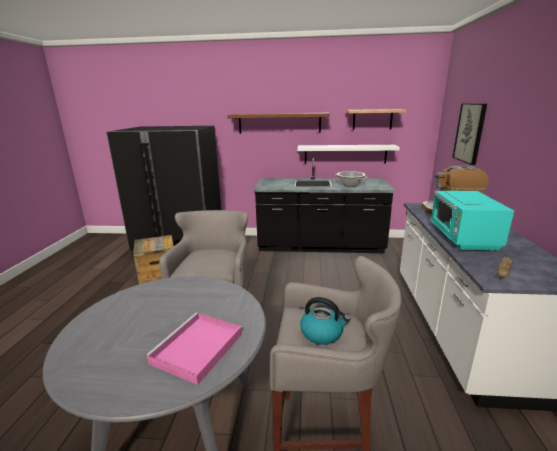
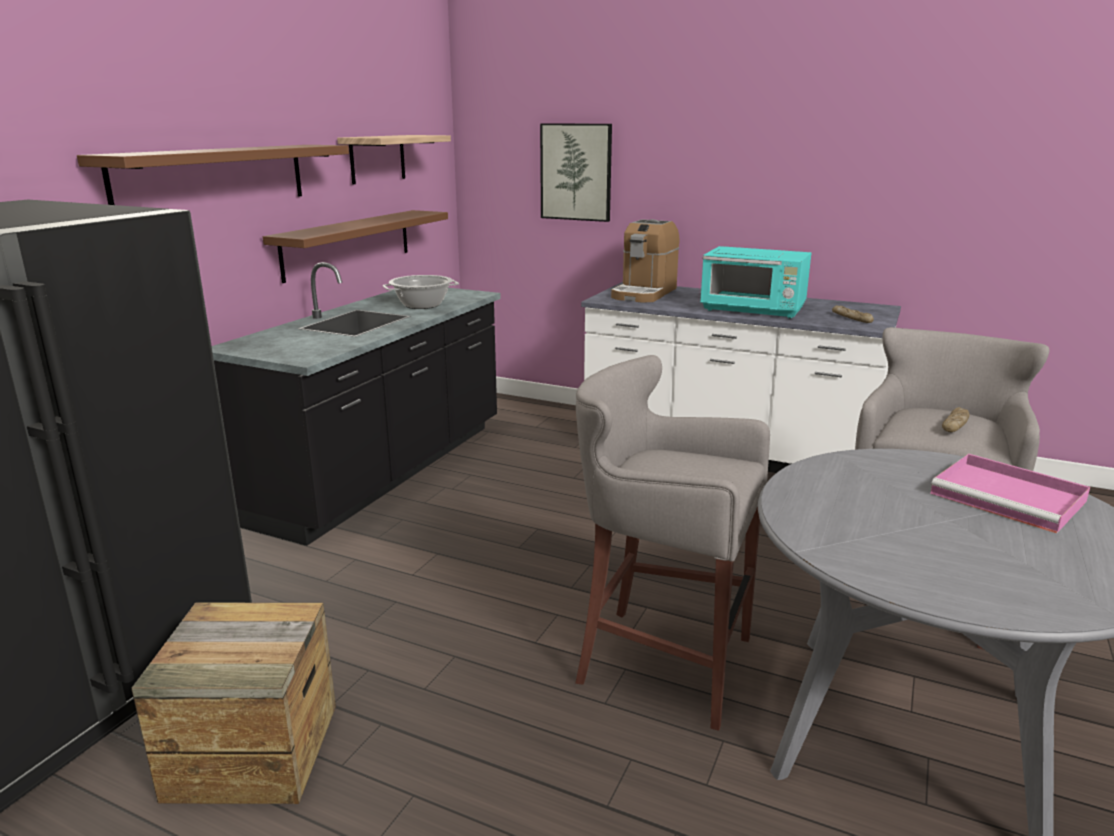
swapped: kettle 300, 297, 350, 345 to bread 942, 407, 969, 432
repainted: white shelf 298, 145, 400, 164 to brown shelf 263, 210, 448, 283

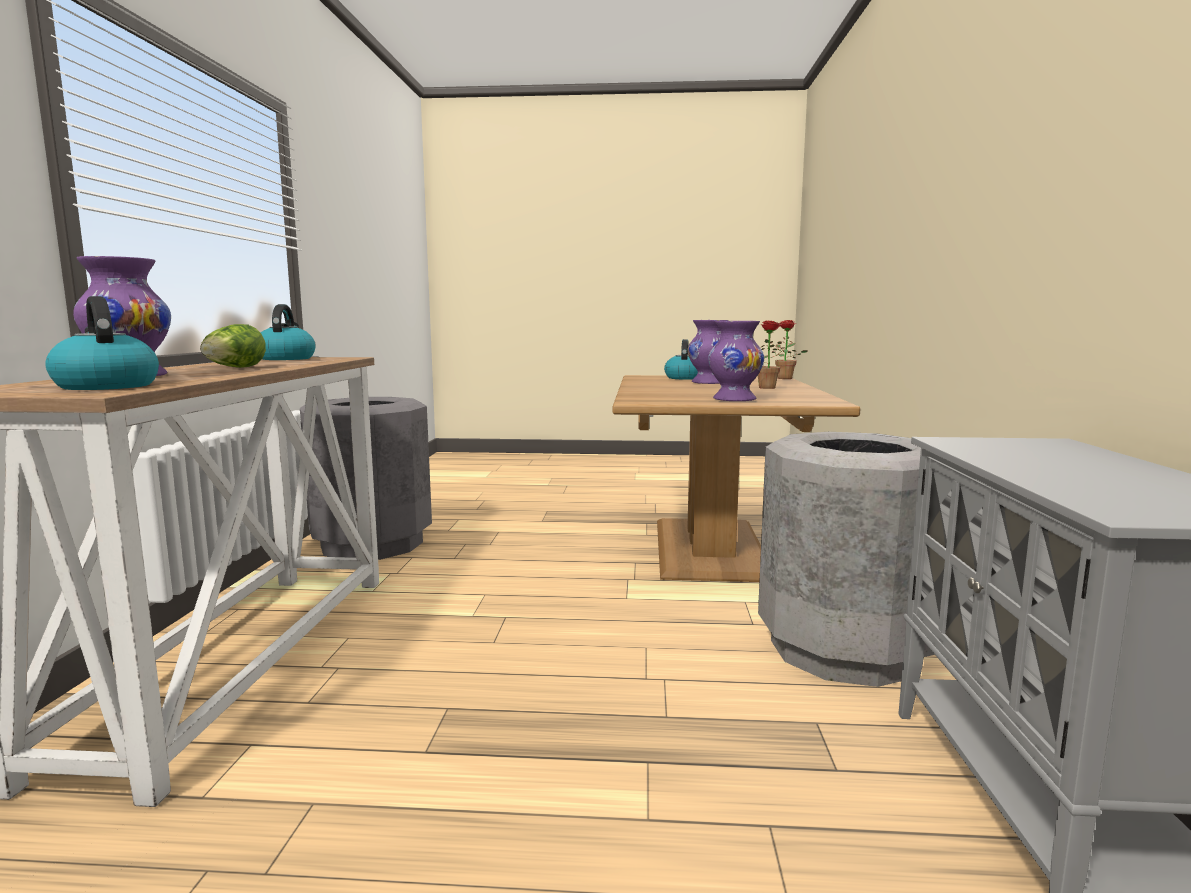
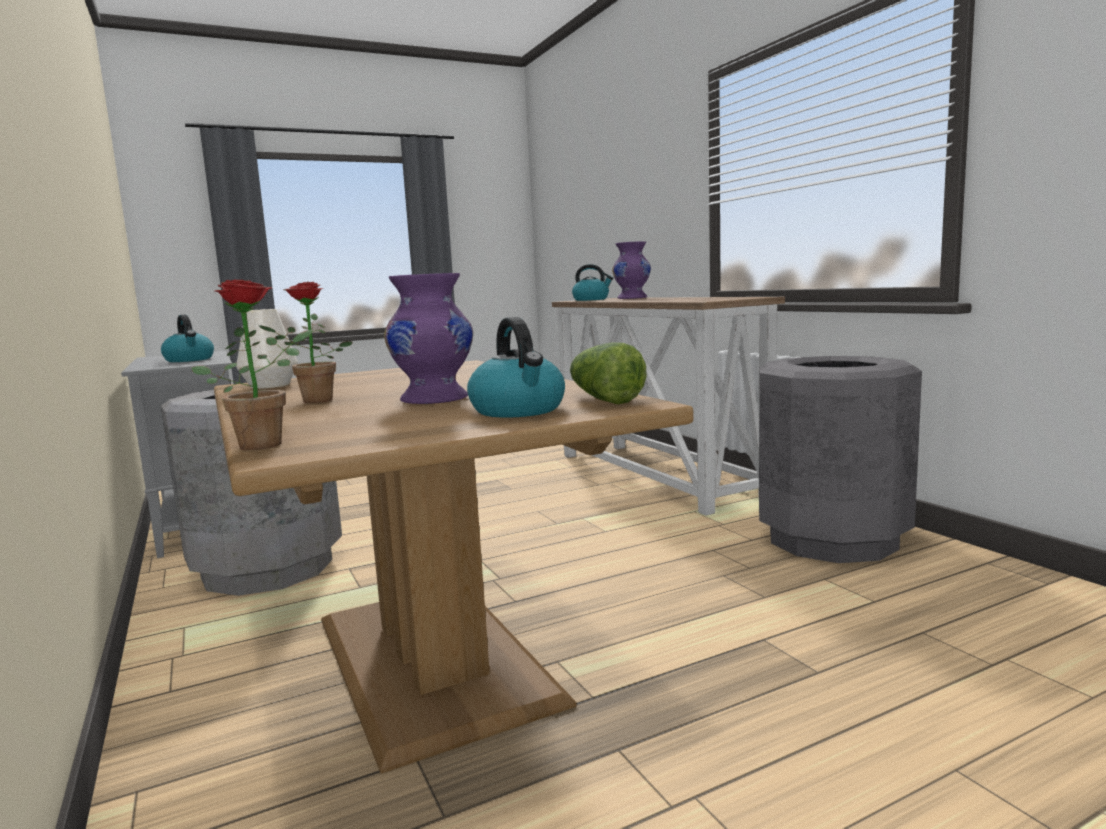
gone: purple vase 708, 321, 764, 401
new: white vase 236, 309, 298, 389
shifted: kettle 261, 304, 316, 360 to 161, 315, 214, 362; lettuce 200, 324, 266, 368 to 570, 342, 647, 404

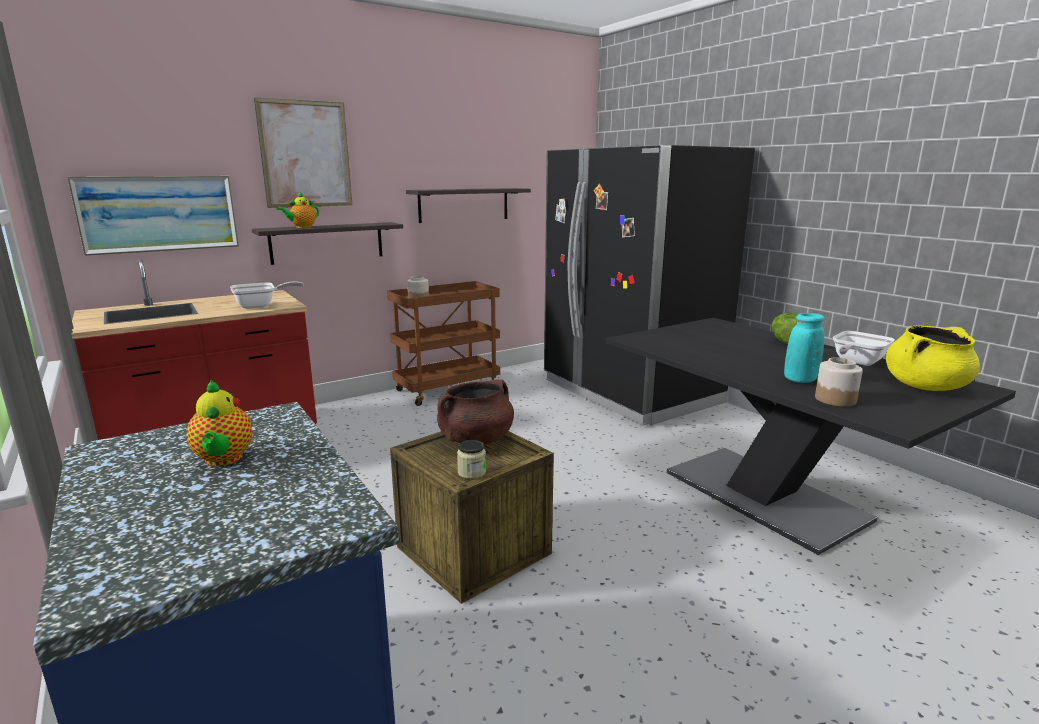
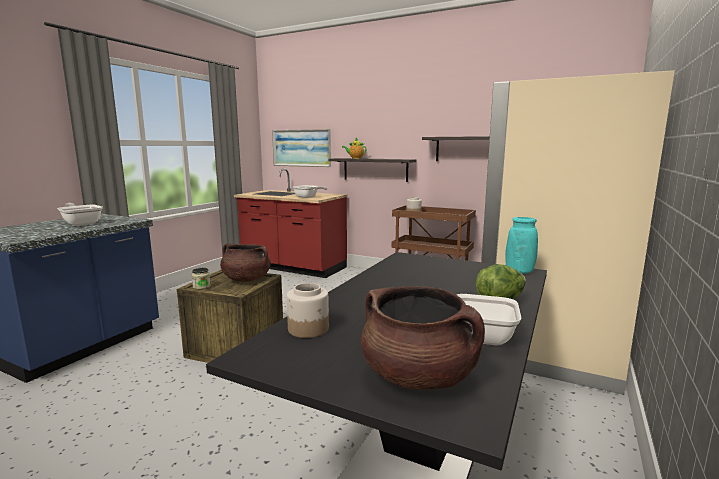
gone: picture 254, 97, 352, 208
shifted: turquoise vase 784, 313, 824, 383 to 505, 217, 538, 274
swapped: teapot 187, 379, 252, 466 to frying pan 57, 203, 103, 226
repainted: black fridge 544, 145, 755, 426 to beige fridge 481, 70, 675, 395; yellow cooking pot 886, 325, 980, 391 to brown cooking pot 361, 286, 485, 390

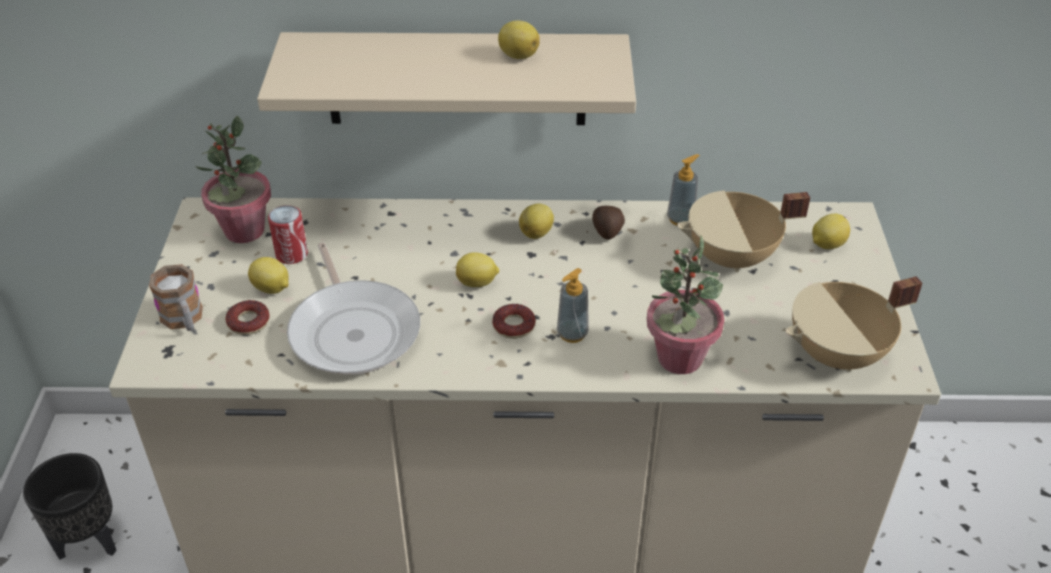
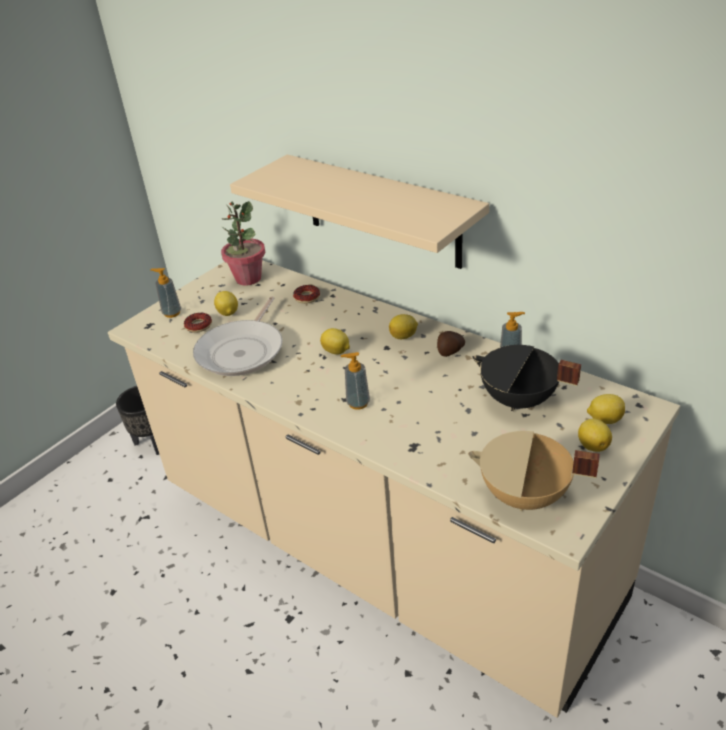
gone: can 268, 205, 308, 264; potted plant 647, 236, 725, 374
shifted: lemon 498, 21, 540, 59 to 578, 419, 612, 452; donut 492, 304, 536, 339 to 293, 285, 320, 304
swapped: mug 149, 264, 203, 331 to soap dispenser 150, 268, 181, 318
repainted: beige cooking pot 677, 190, 810, 272 to black cooking pot 472, 345, 581, 411

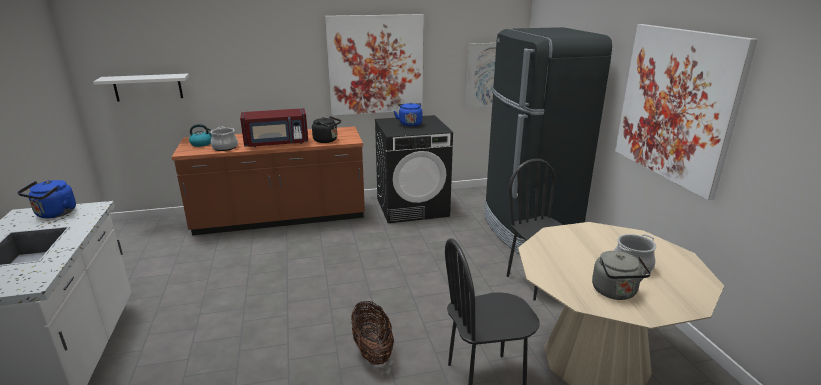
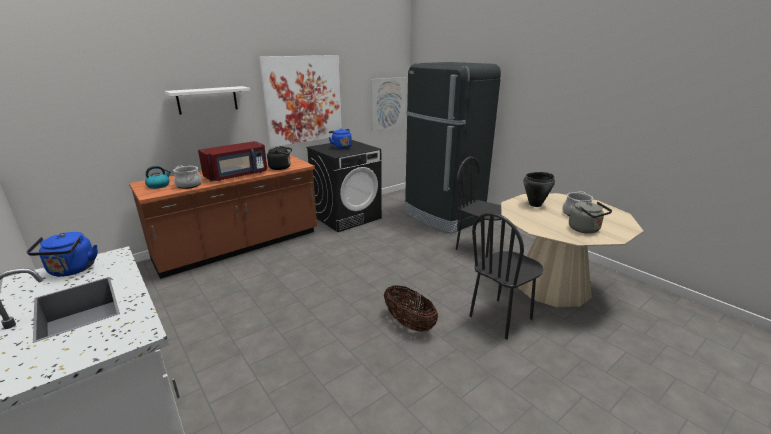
gone: picture 615, 24, 758, 200
new: black cooking pot 524, 172, 555, 207
shifted: white shelf 93, 74, 189, 102 to 165, 86, 250, 115

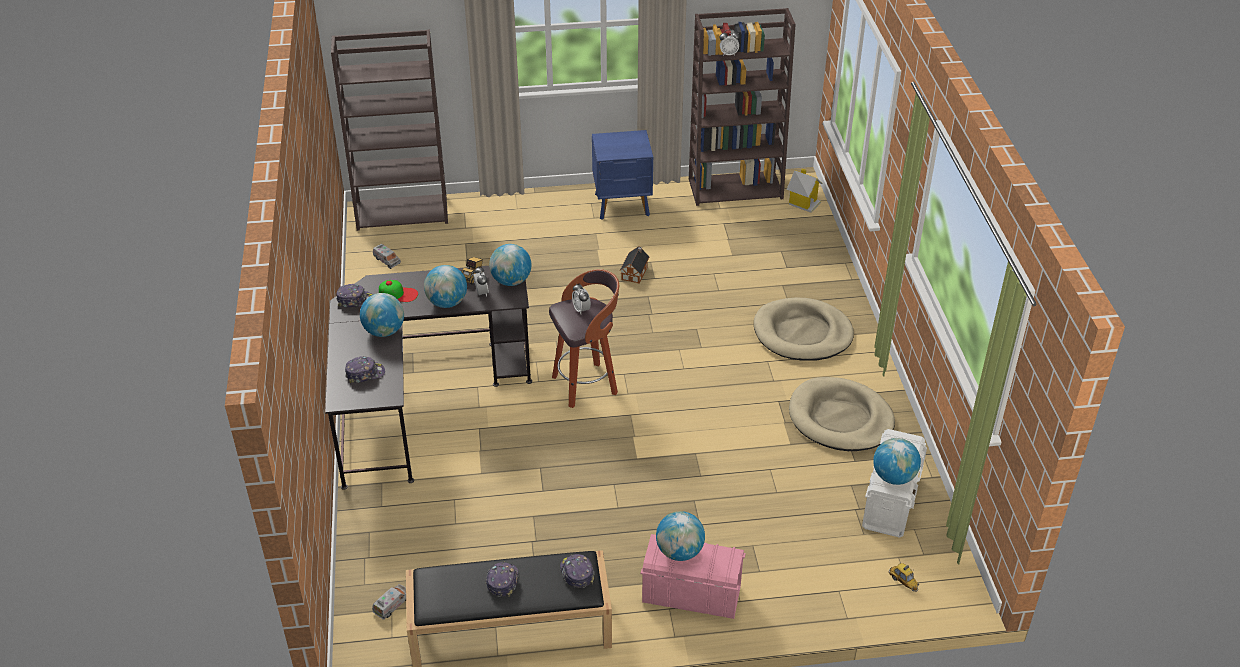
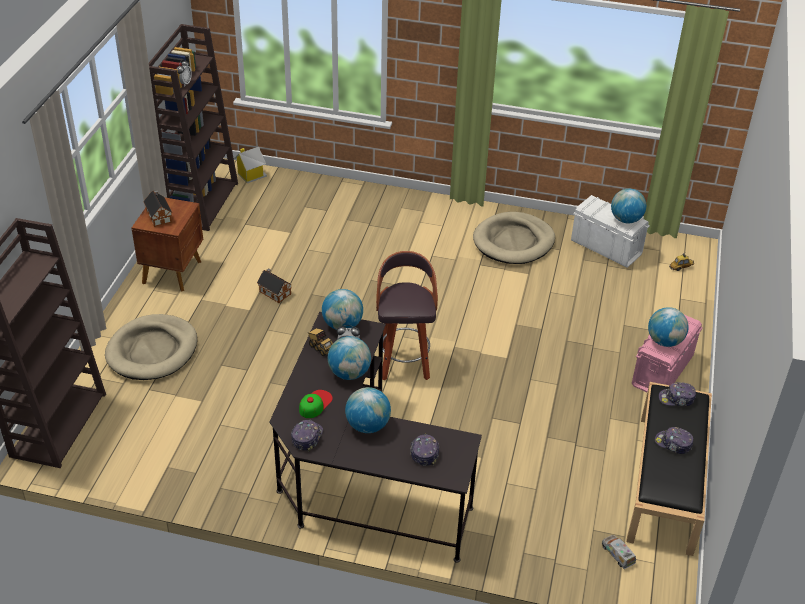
gone: toy truck 373, 244, 401, 269; alarm clock 572, 284, 591, 314
new: toy house 143, 190, 172, 227
shifted: beige dog bed 754, 298, 854, 361 to 105, 314, 197, 380
repainted: blue nightstand 592, 130, 653, 220 to brown nightstand 132, 198, 203, 291

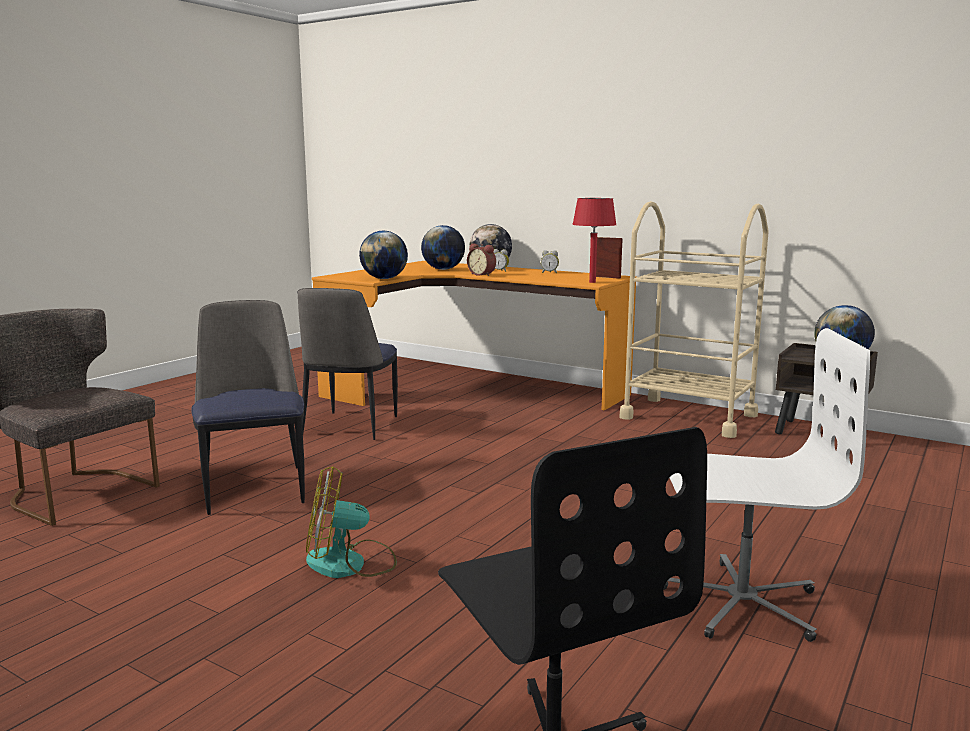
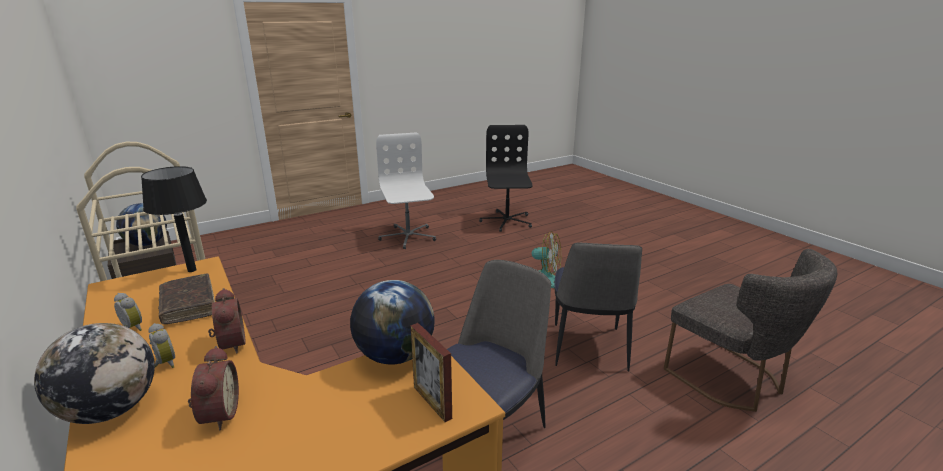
new: brown book 158, 273, 215, 324
shifted: picture frame 596, 237, 623, 279 to 411, 323, 452, 422
swapped: globe 421, 225, 465, 270 to alarm clock 188, 346, 239, 430
repainted: red table lamp 572, 198, 617, 283 to black table lamp 141, 166, 207, 272
rotated: white office chair 663, 328, 871, 642 = 376, 132, 436, 249 45 degrees clockwise

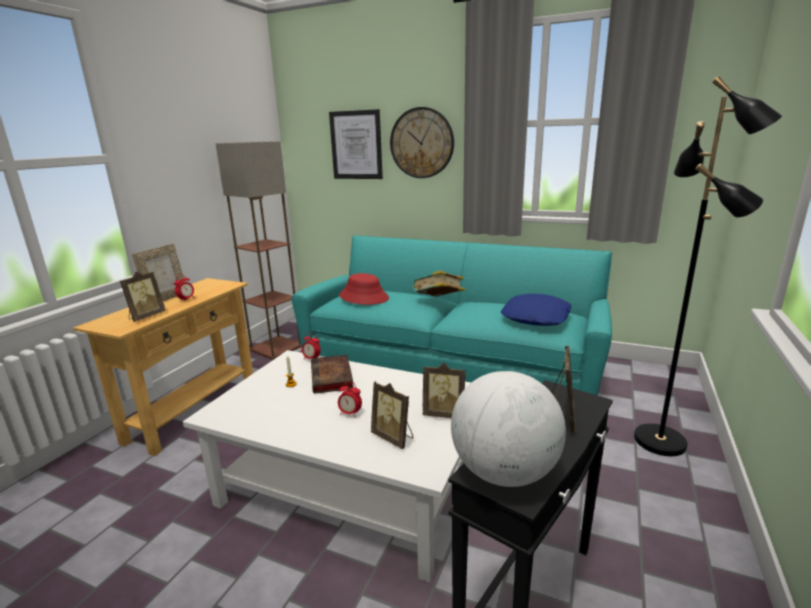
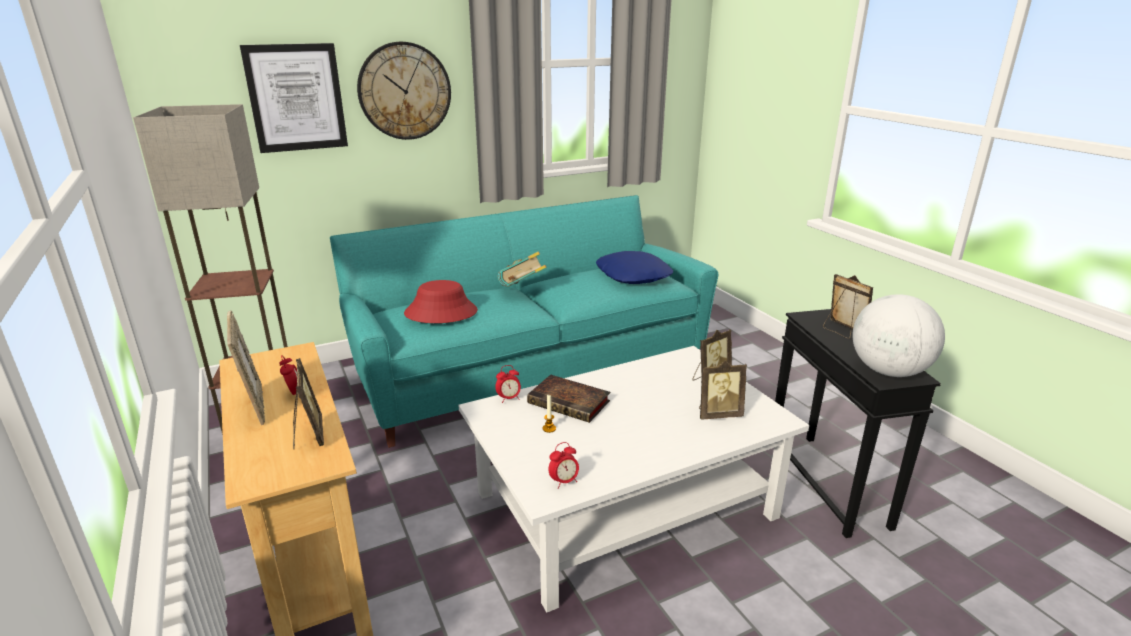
gone: black floor lamp 634, 76, 782, 456
shifted: alarm clock 338, 381, 362, 418 to 549, 442, 579, 489

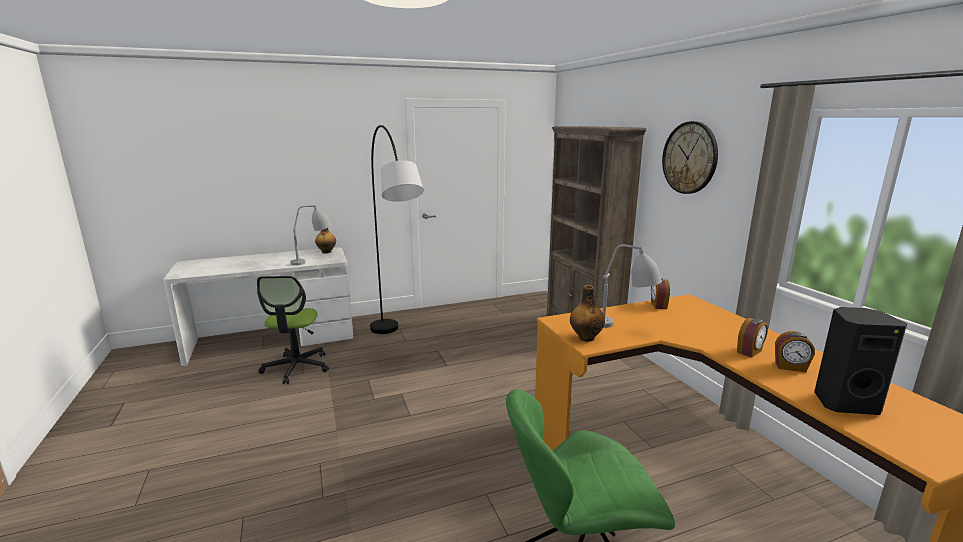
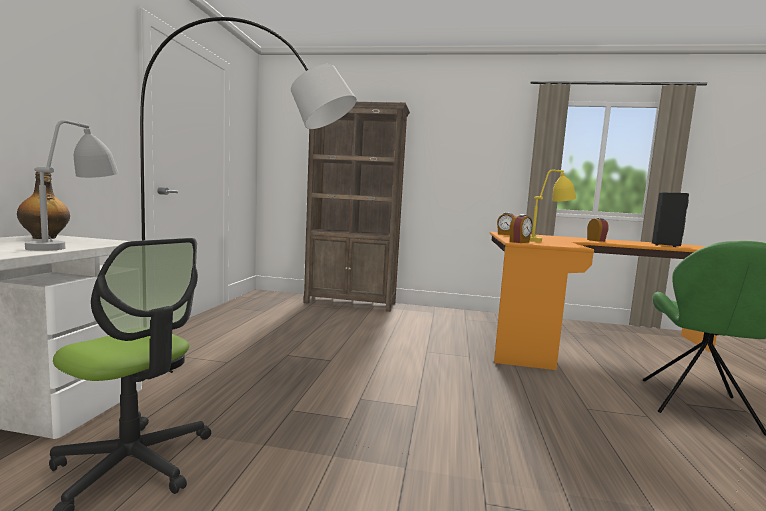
gone: wall clock 662, 121, 718, 194; bottle 570, 285, 605, 342
shifted: alarm clock 775, 331, 815, 372 to 510, 214, 533, 243
repainted: grey table lamp 602, 244, 662, 328 to yellow table lamp 530, 169, 576, 242

